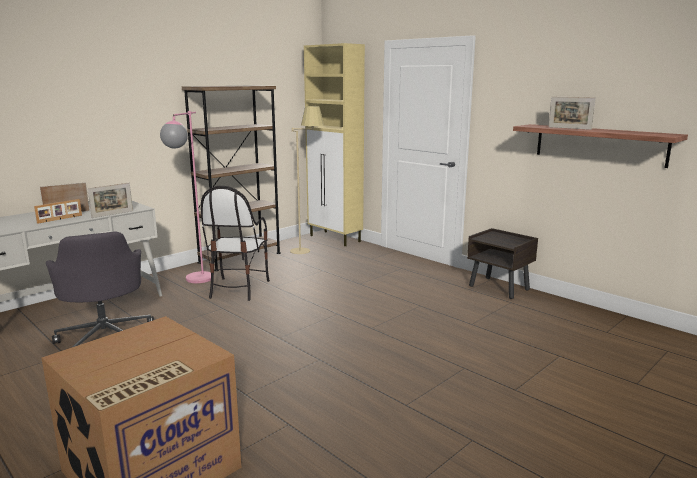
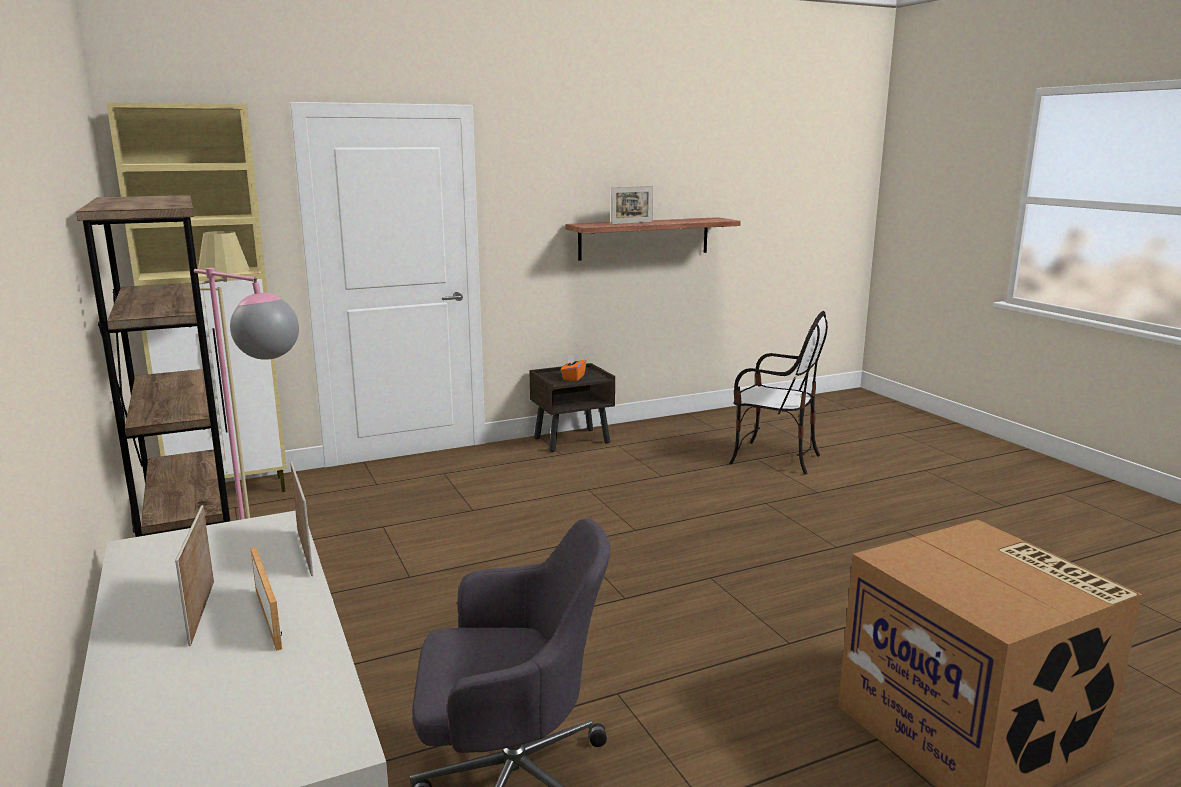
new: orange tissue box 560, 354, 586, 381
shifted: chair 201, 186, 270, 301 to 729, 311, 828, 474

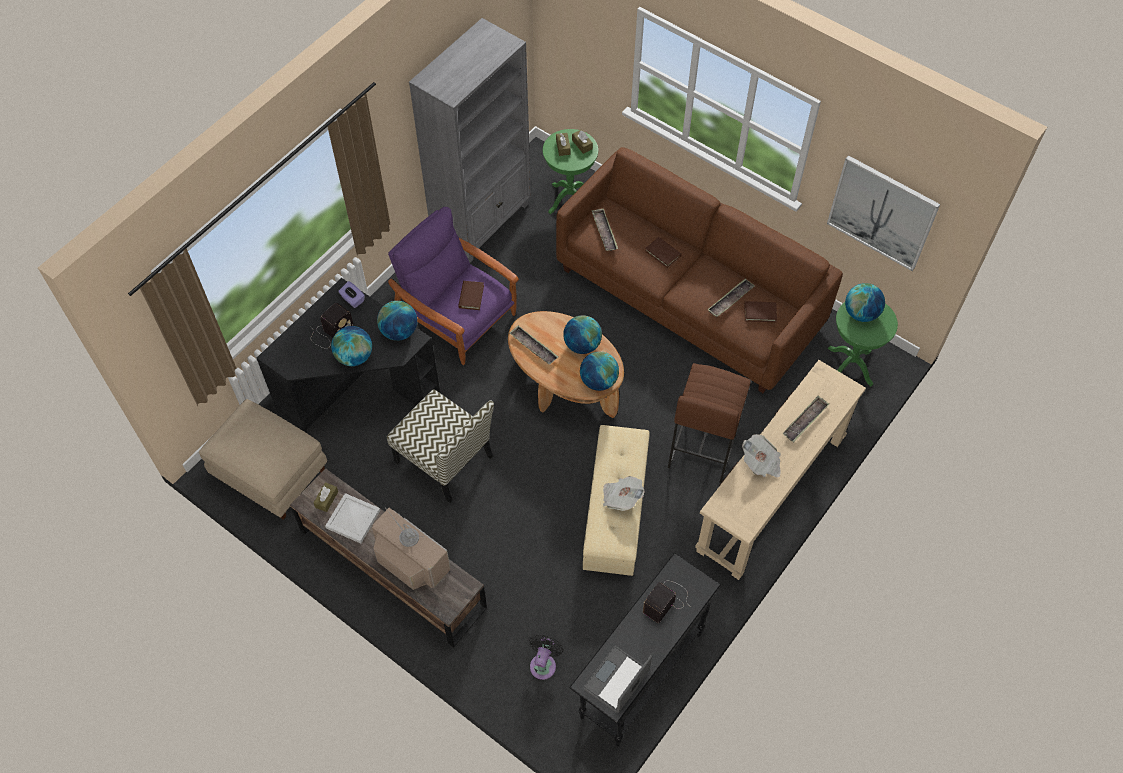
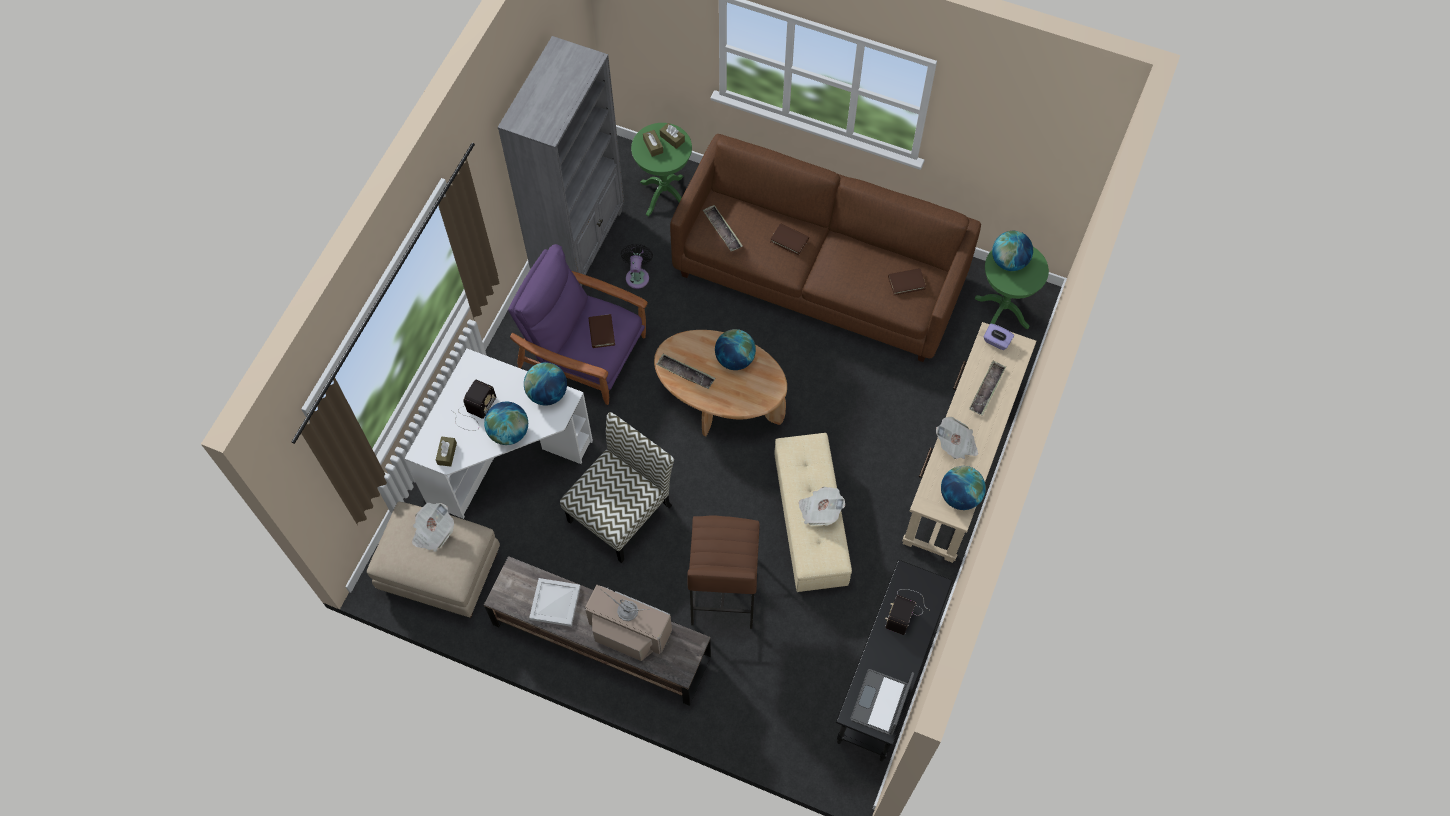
gone: picture 827, 155, 940, 271; tray 707, 278, 755, 317
new: newspaper 412, 502, 454, 552
shifted: purple tissue box 338, 281, 365, 308 to 983, 323, 1014, 350; globe 580, 351, 619, 391 to 941, 466, 986, 510; brown stool 668, 363, 751, 483 to 687, 515, 760, 629; brown tissue box 314, 482, 338, 512 to 436, 437, 457, 467; black fan 529, 635, 564, 680 to 621, 244, 653, 289
repainted: black desk 257, 278, 440, 432 to white desk 404, 348, 593, 519
rotated: chair 387, 389, 494, 503 = 560, 412, 674, 563 75 degrees counterclockwise

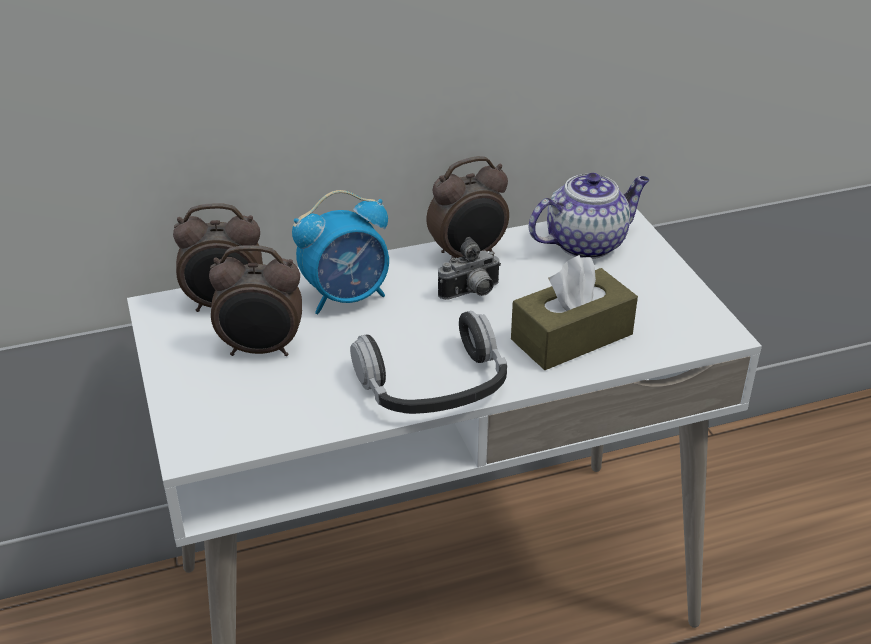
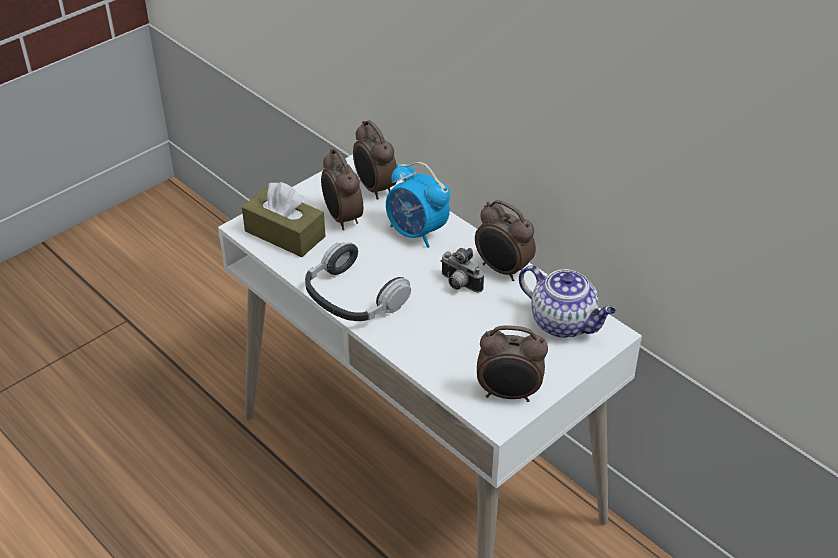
new: alarm clock 477, 325, 548, 402
shifted: brown tissue box 511, 255, 638, 370 to 242, 182, 326, 257

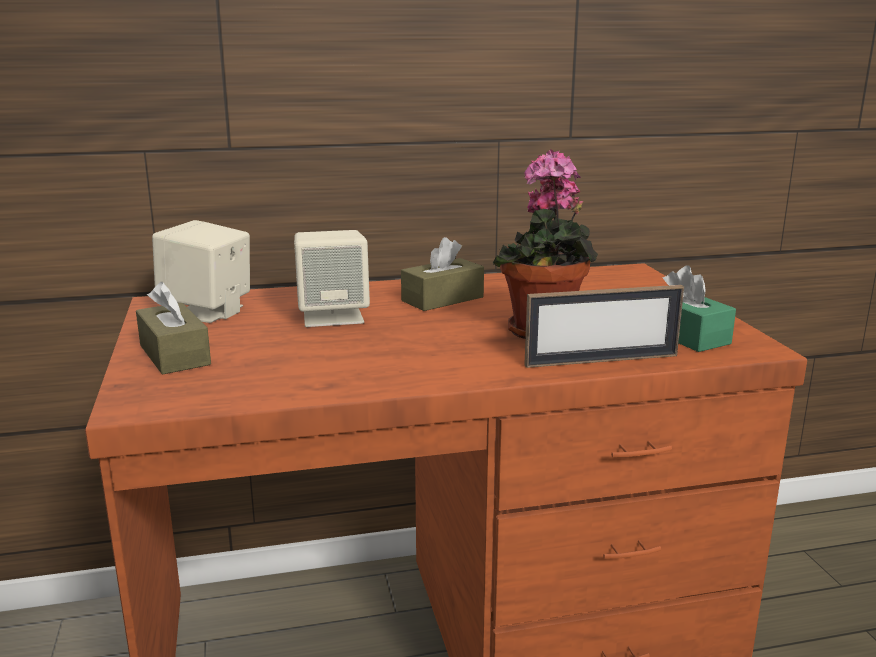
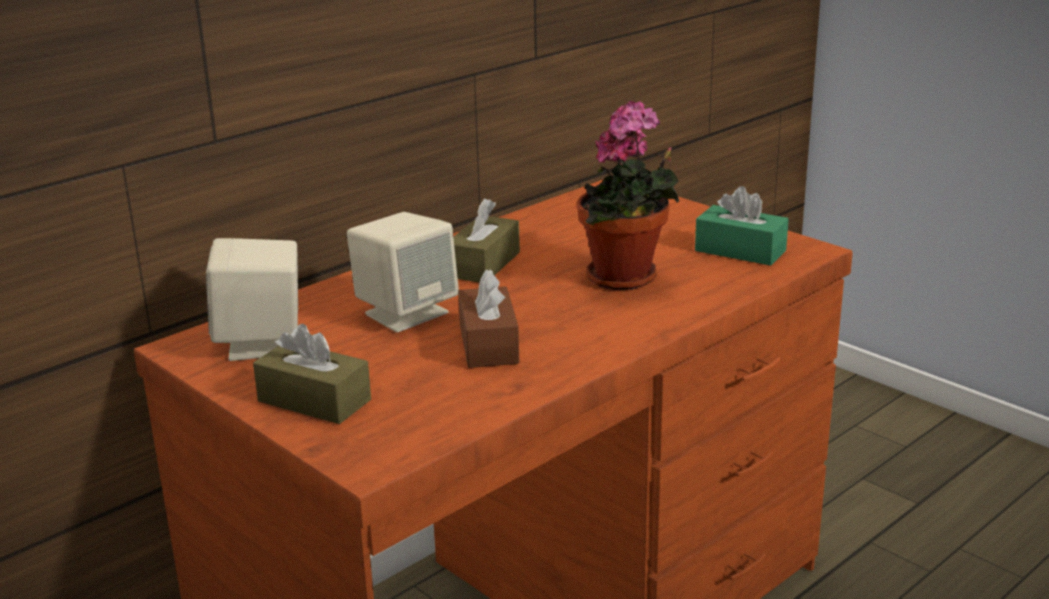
gone: picture frame 524, 285, 684, 368
new: brown tissue box 458, 269, 519, 368

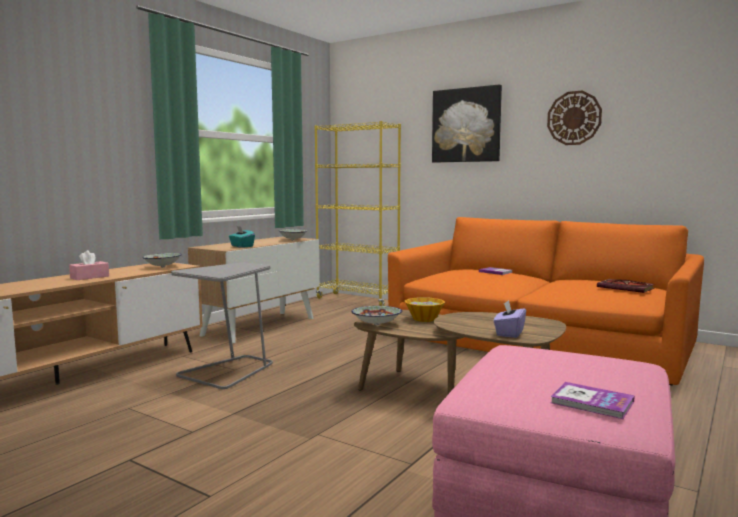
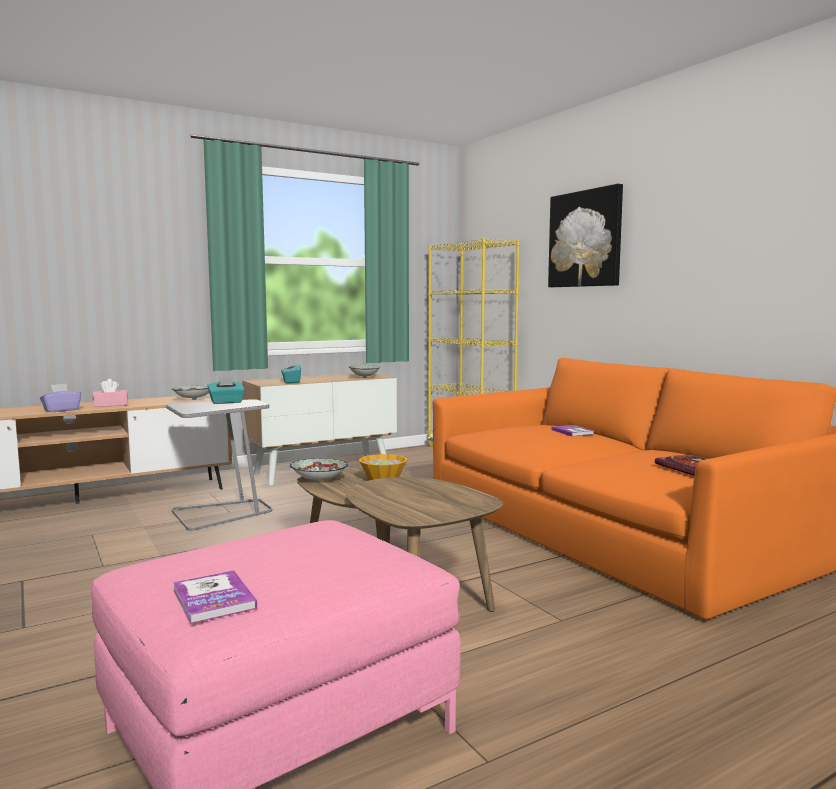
gone: wall clock 547, 91, 602, 145
new: turquoise tissue box 207, 377, 245, 404
shifted: purple tissue box 494, 300, 526, 338 to 40, 384, 81, 412

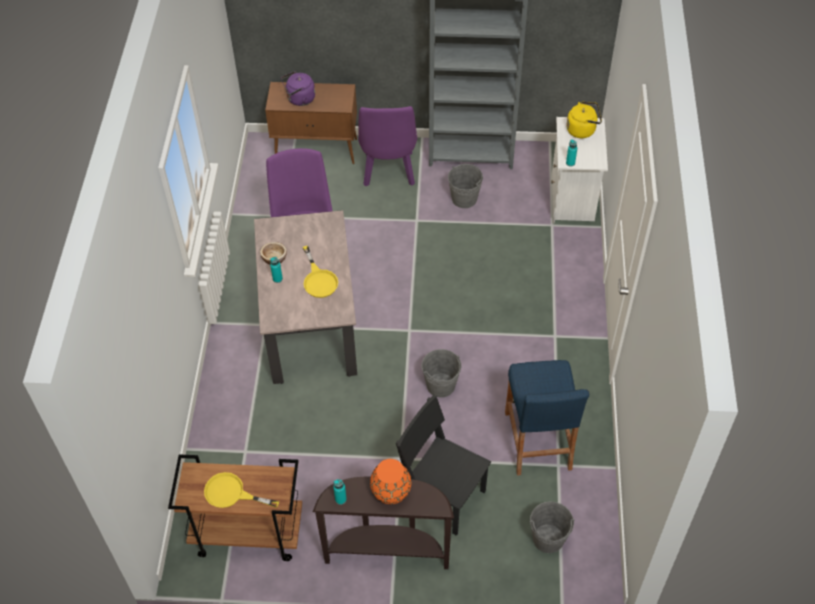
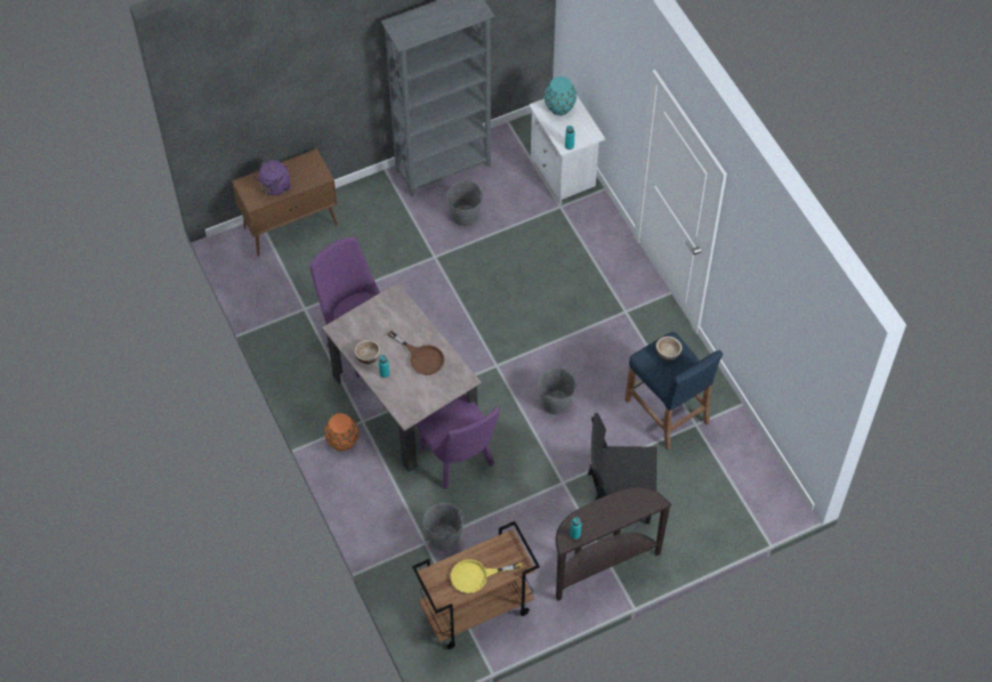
new: bowl 656, 336, 682, 361
shifted: purple chair 358, 106, 418, 186 to 416, 394, 500, 489; orange vase 370, 459, 411, 504 to 325, 413, 359, 451; grey bucket 530, 502, 575, 553 to 423, 503, 464, 551
swapped: yellow kettle 566, 101, 602, 138 to turquoise vase 544, 76, 577, 116
repainted: yellow frying pan 303, 246, 338, 298 to brown frying pan 388, 331, 445, 375

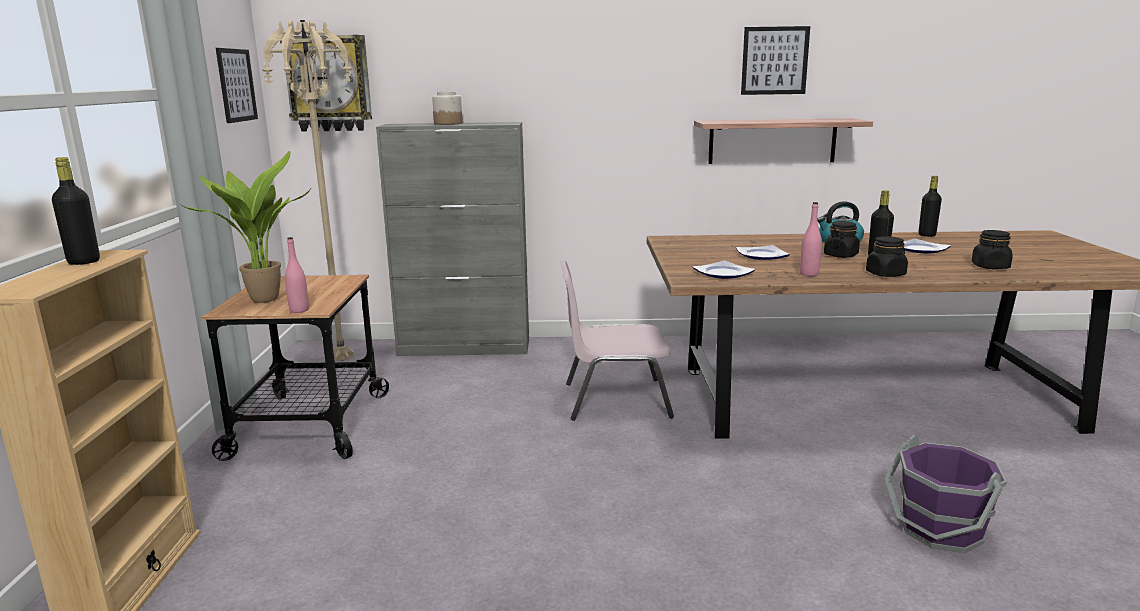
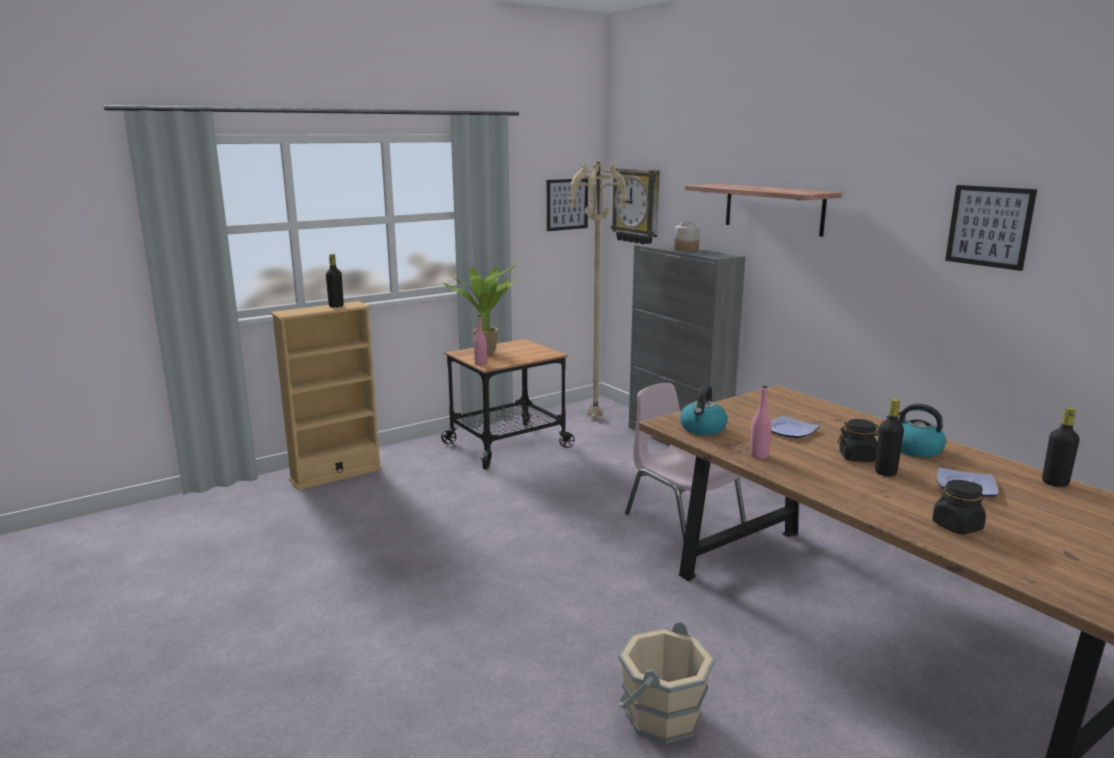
gone: black jar 866, 236, 908, 277
shifted: shelf 694, 118, 873, 164 to 685, 184, 842, 237
swapped: plate 692, 260, 755, 279 to kettle 680, 385, 728, 435
repainted: purple bucket 885, 434, 1007, 553 to beige bucket 617, 621, 715, 744

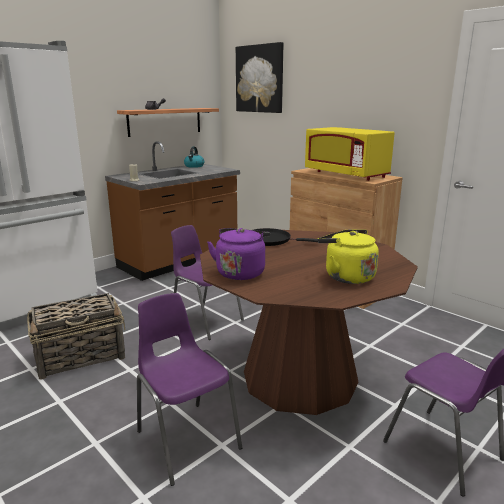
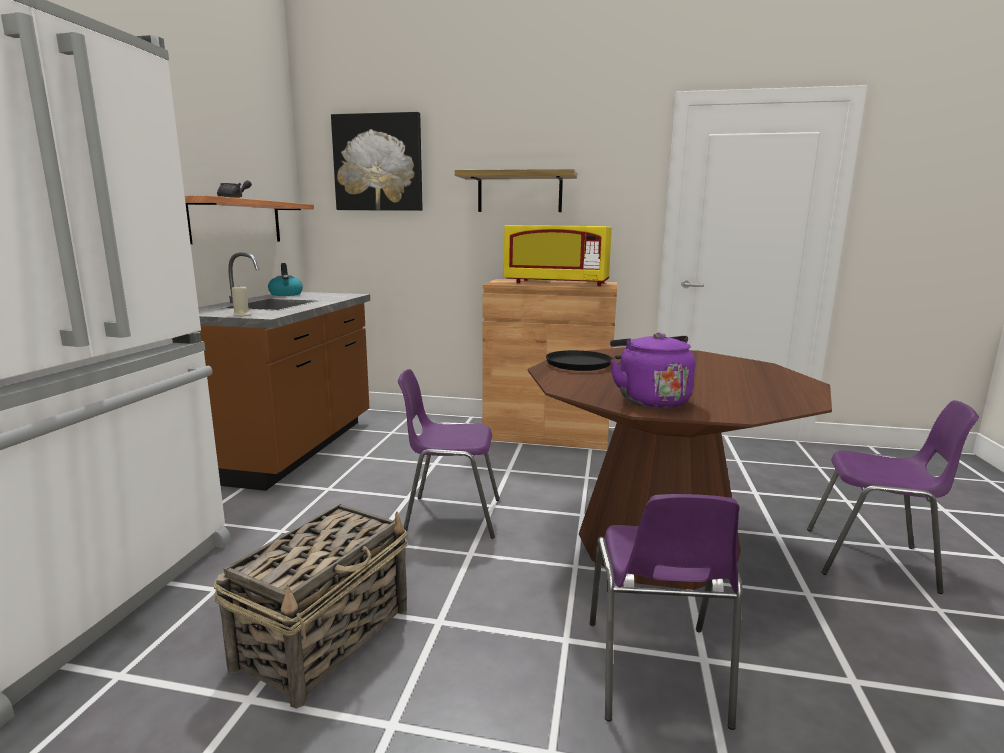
gone: yellow kettle 318, 229, 379, 284
new: shelf 455, 169, 577, 212
rotated: purple chair 137, 293, 242, 486 = 590, 494, 742, 730 105 degrees counterclockwise

